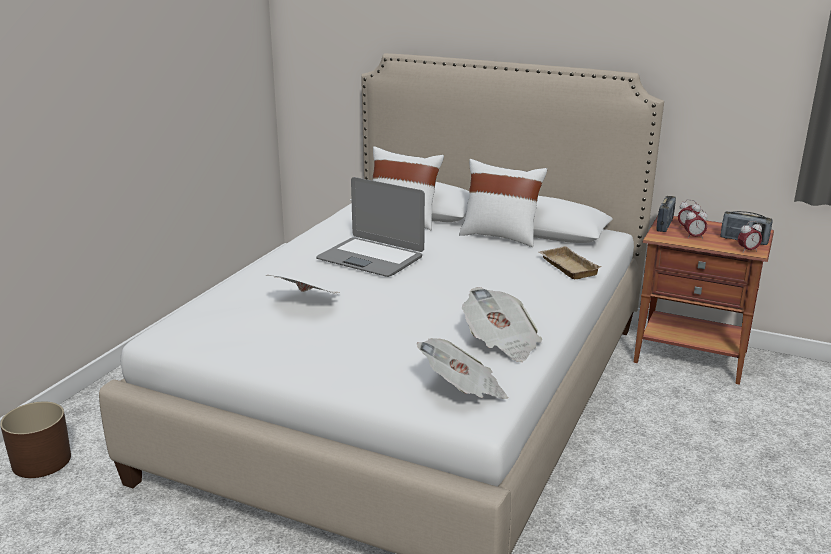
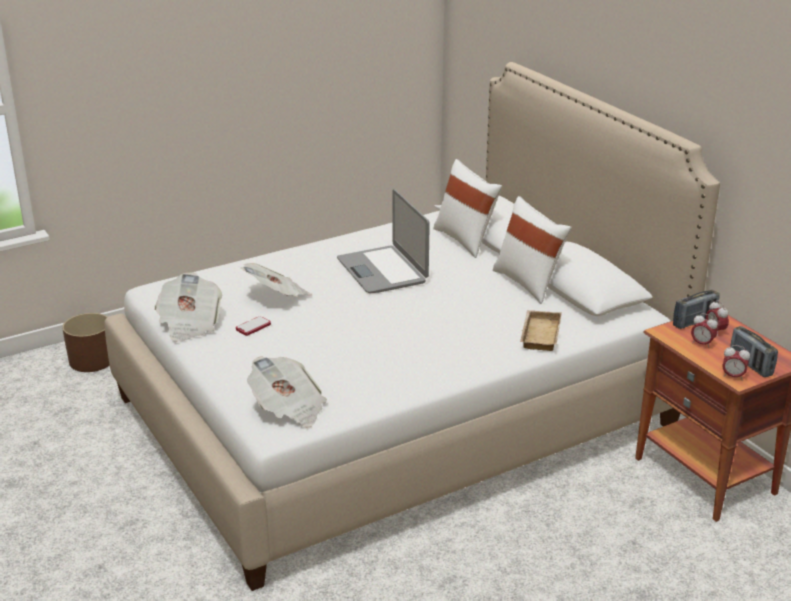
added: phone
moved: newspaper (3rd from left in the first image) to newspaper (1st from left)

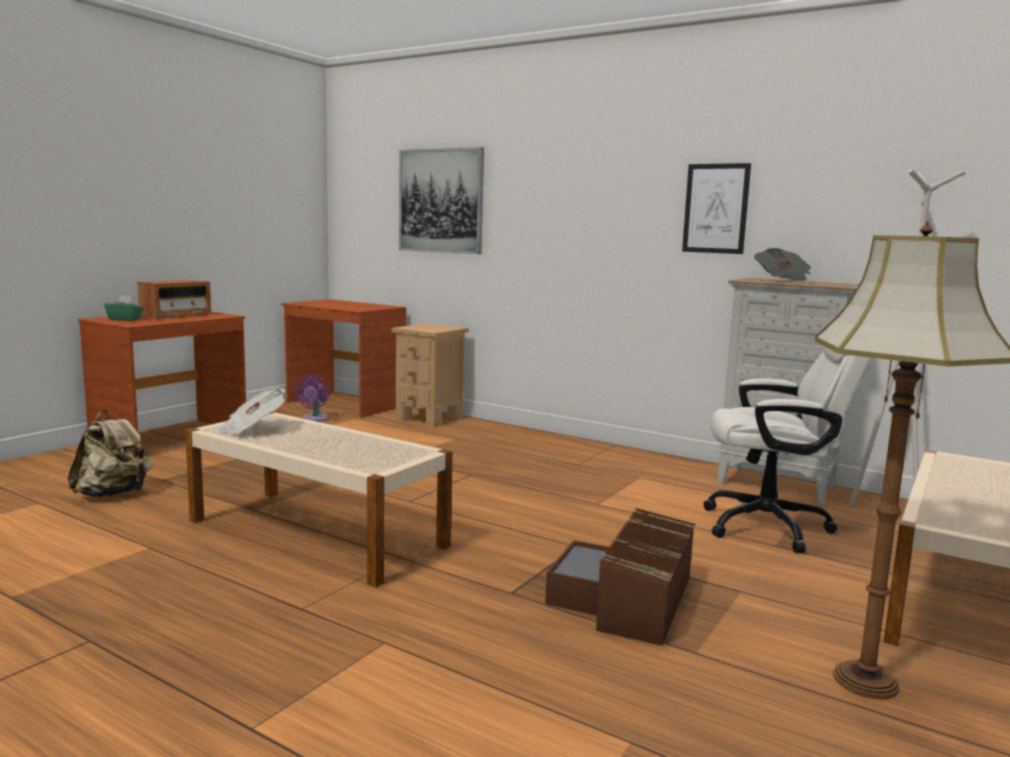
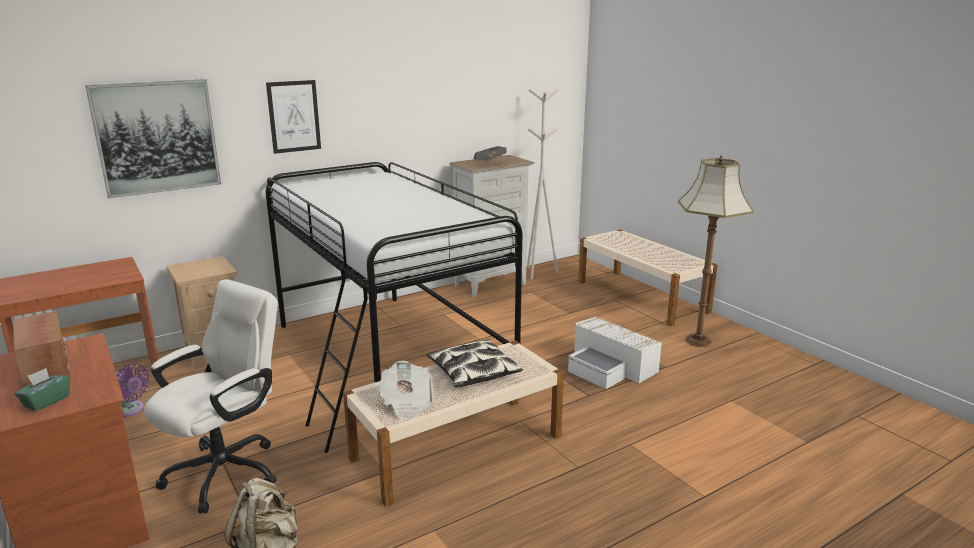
added: bed (black); pillow
moved: picture (2nd from left); office chair (white)
recoloured: storage box (brown) to storage box (white)

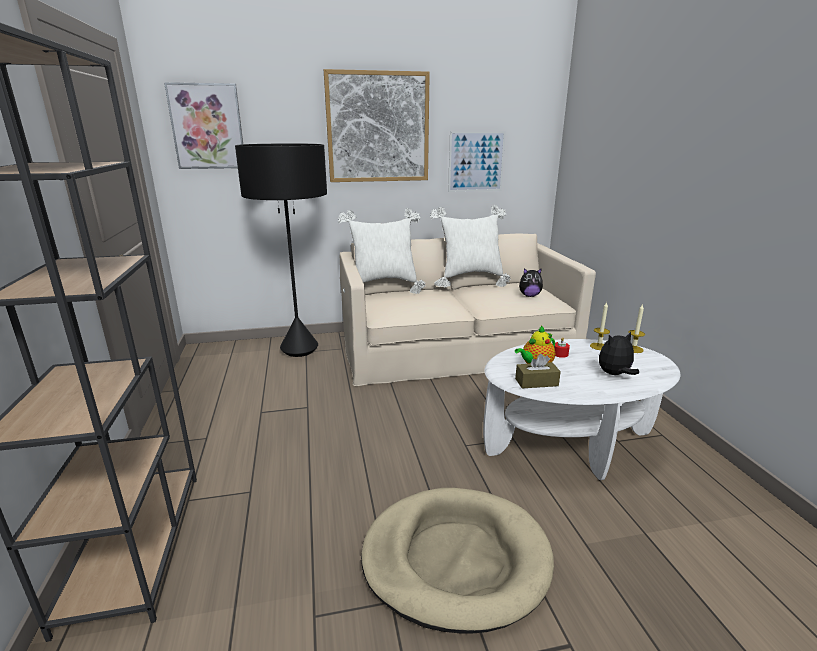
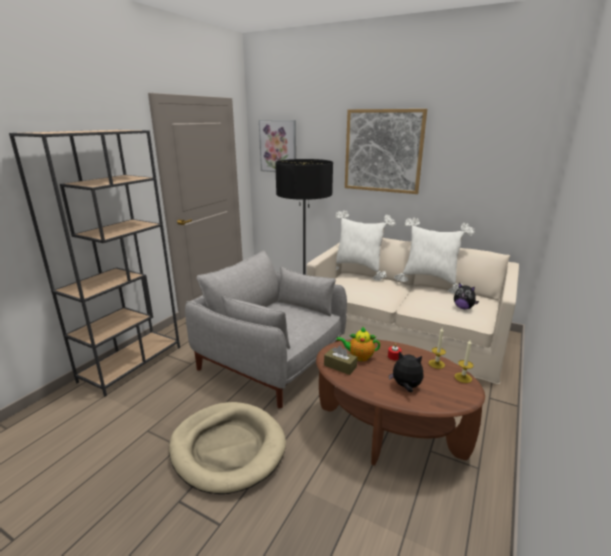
removed: picture (3rd from left)
added: armchair (grey)
recoloured: coffee table (white) to coffee table (brown)

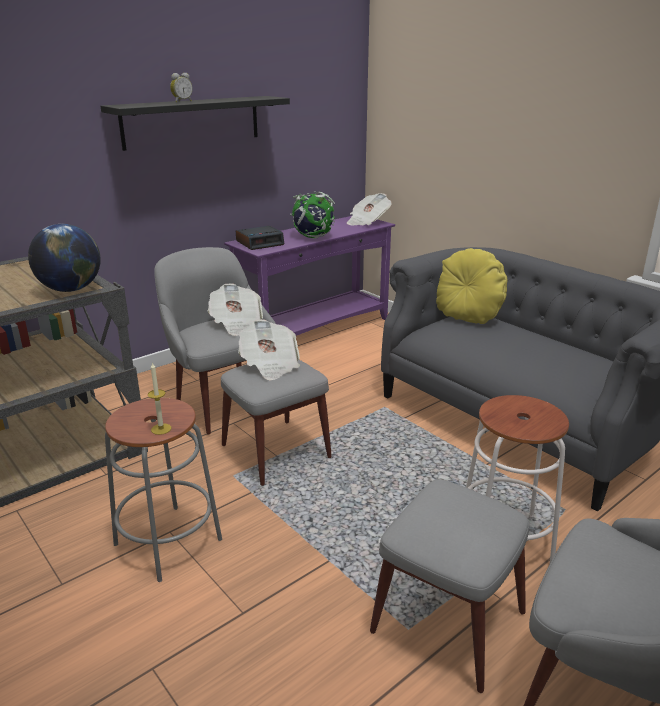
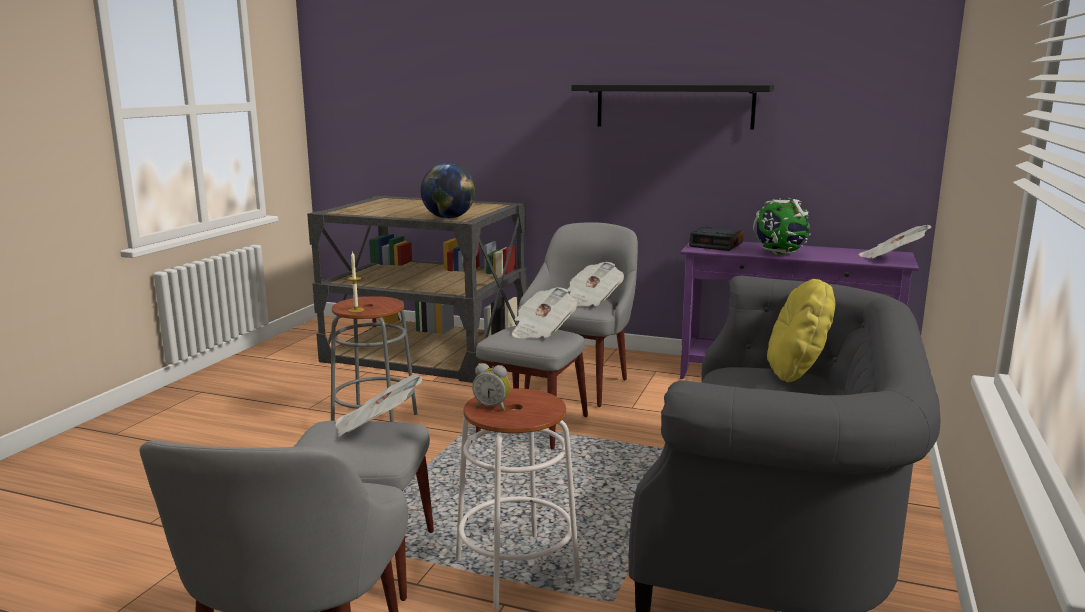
added: newspaper (1st from left)
moved: alarm clock (1st from left)

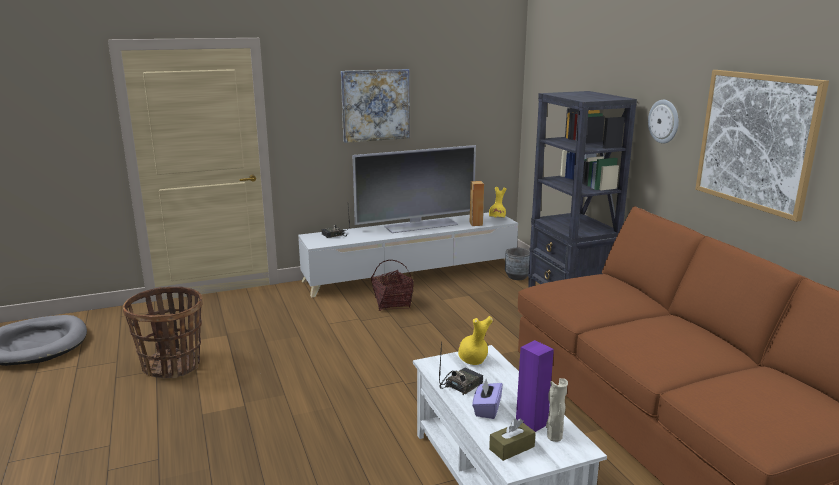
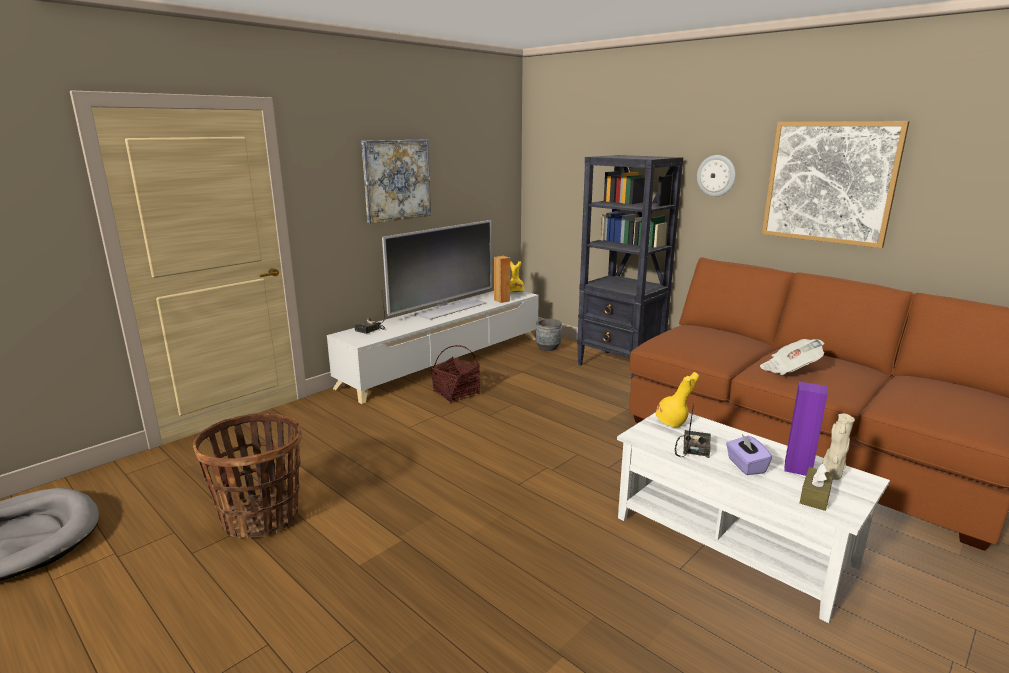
added: newspaper

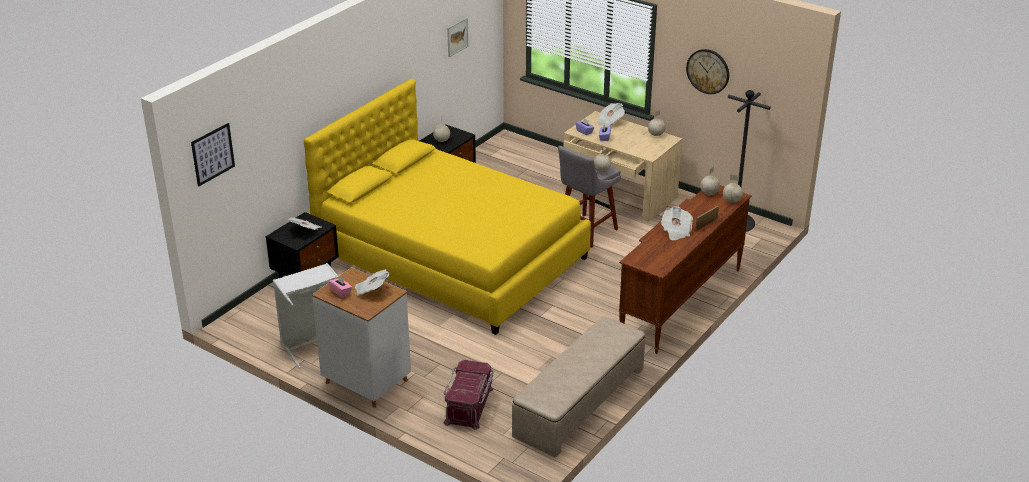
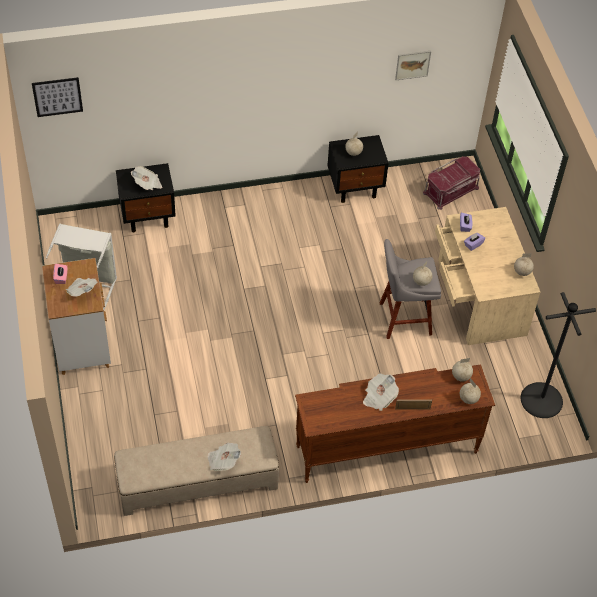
removed: bed (yellow); wall clock
moved: storage box (red); newspaper (3rd from left)

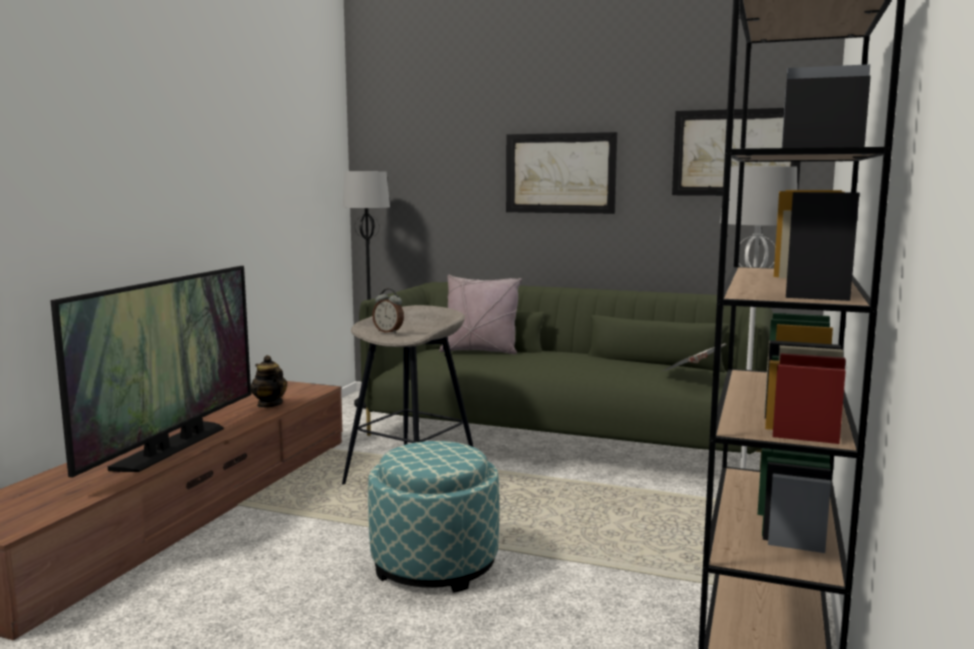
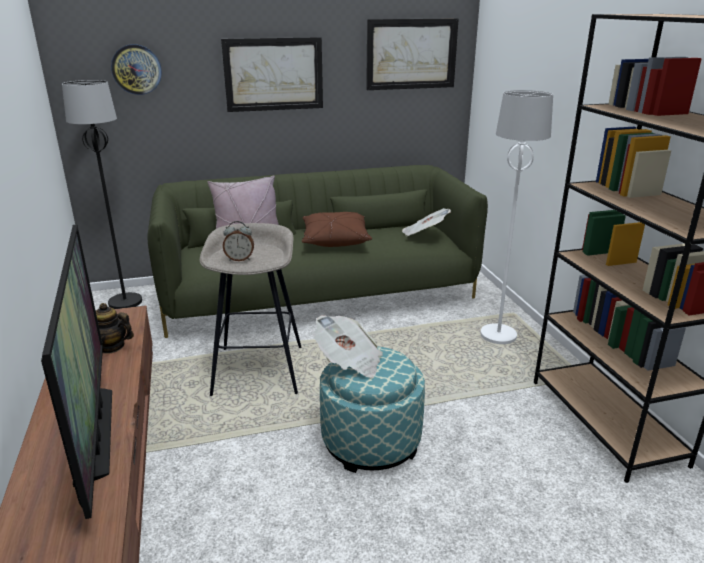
added: wall clock; pillow (brown); newspaper (1st from left)

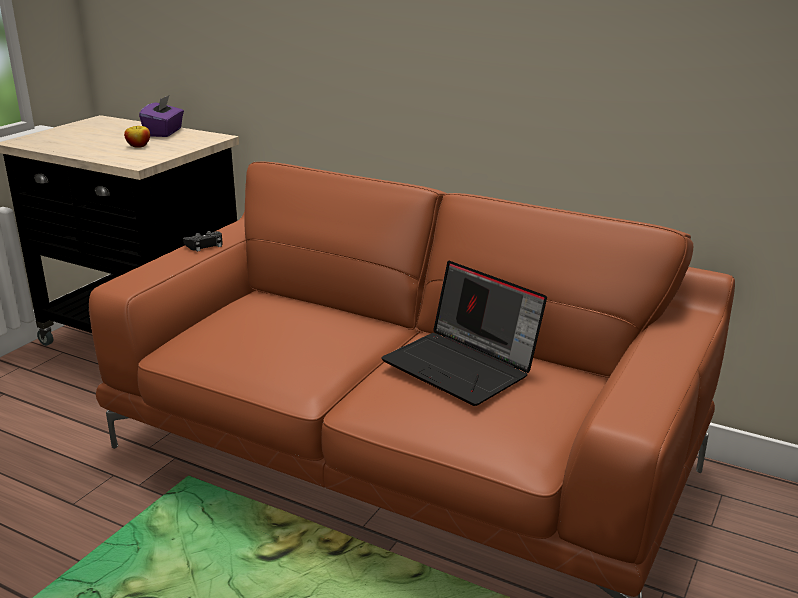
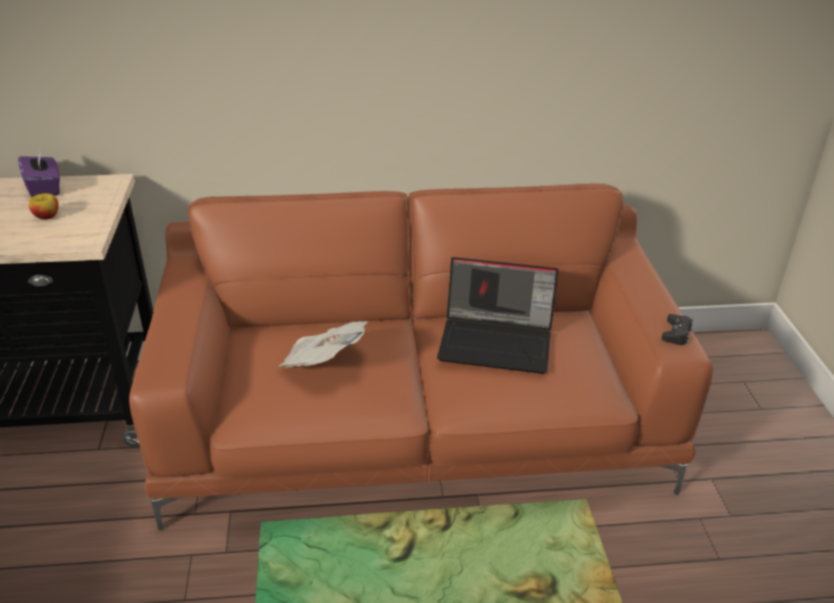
added: newspaper
moved: game controller (black)

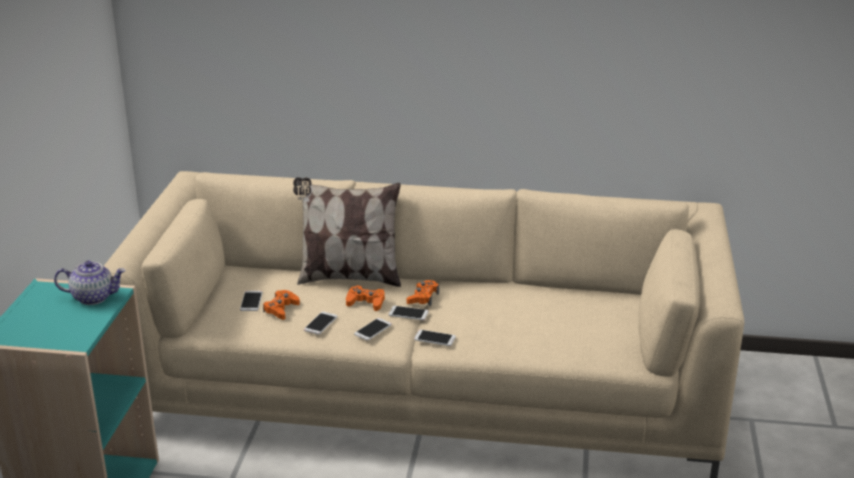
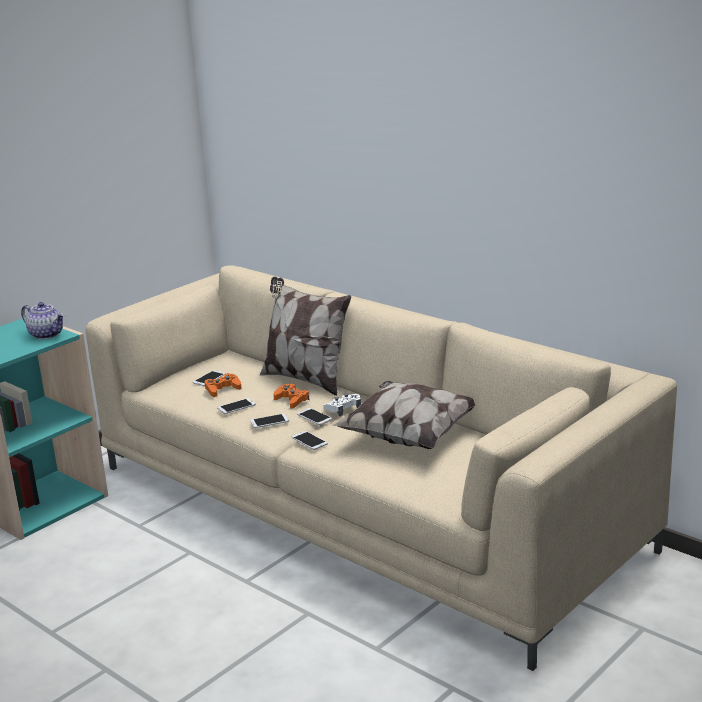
added: pillow (2nd from left)
recoloured: game controller (orange) (3rd from left) to game controller (white)

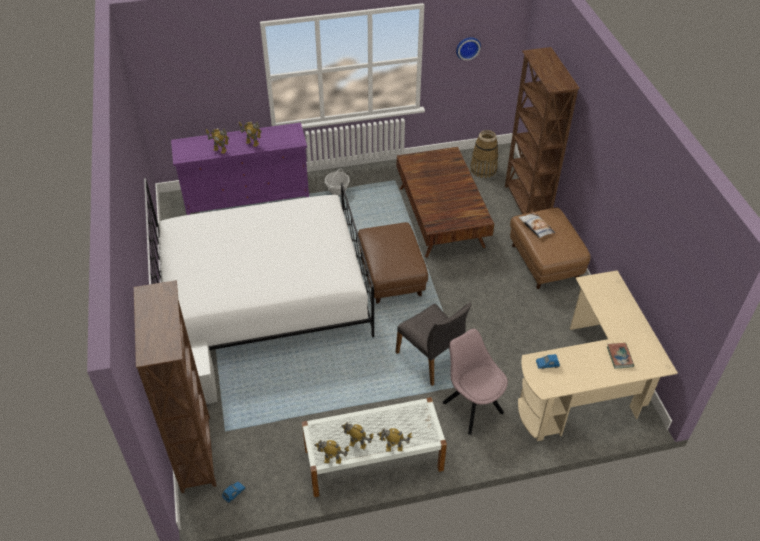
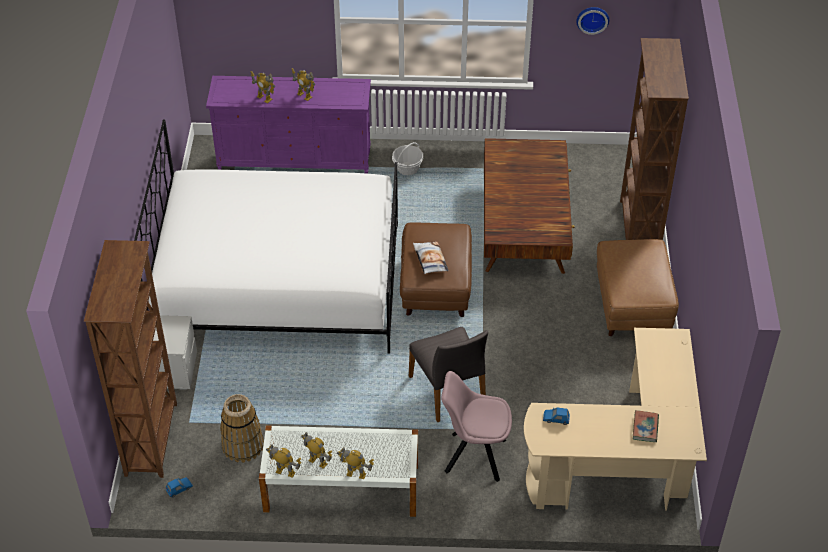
moved: basket (2nd from left in the first image) to basket (1st from left); pillow
turned: chair (pink) 60 degrees counterclockwise

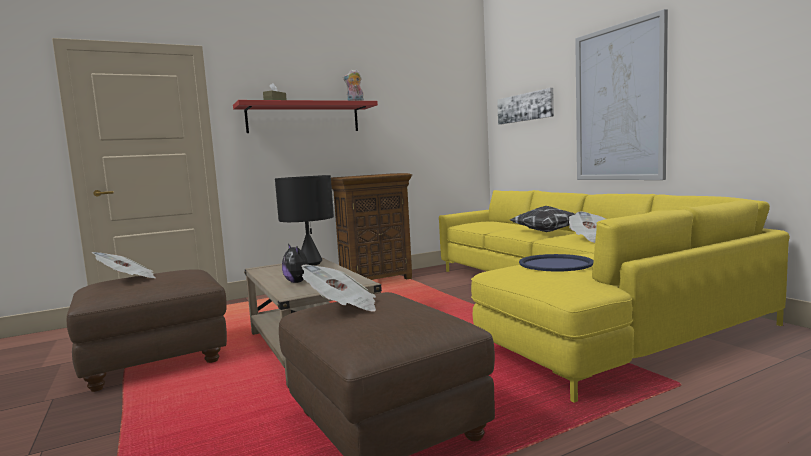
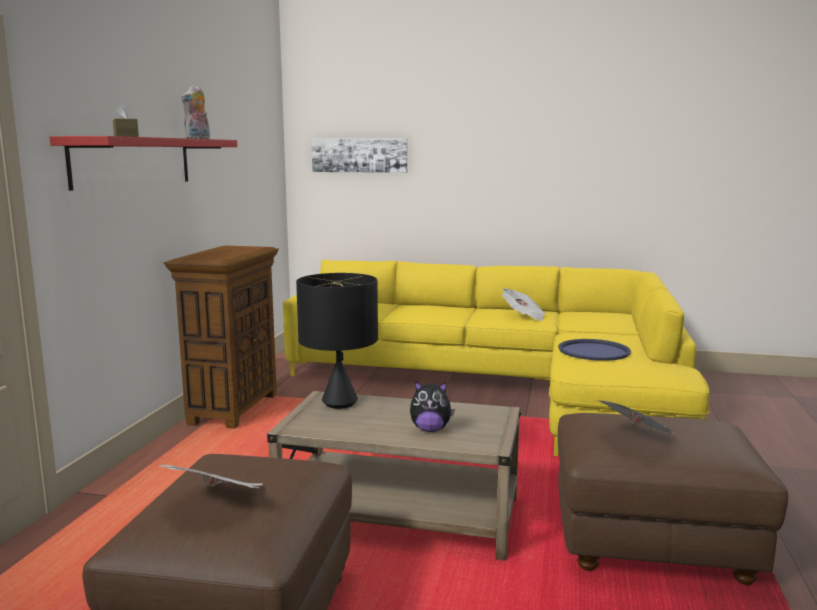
removed: pillow; picture (2nd from left)

